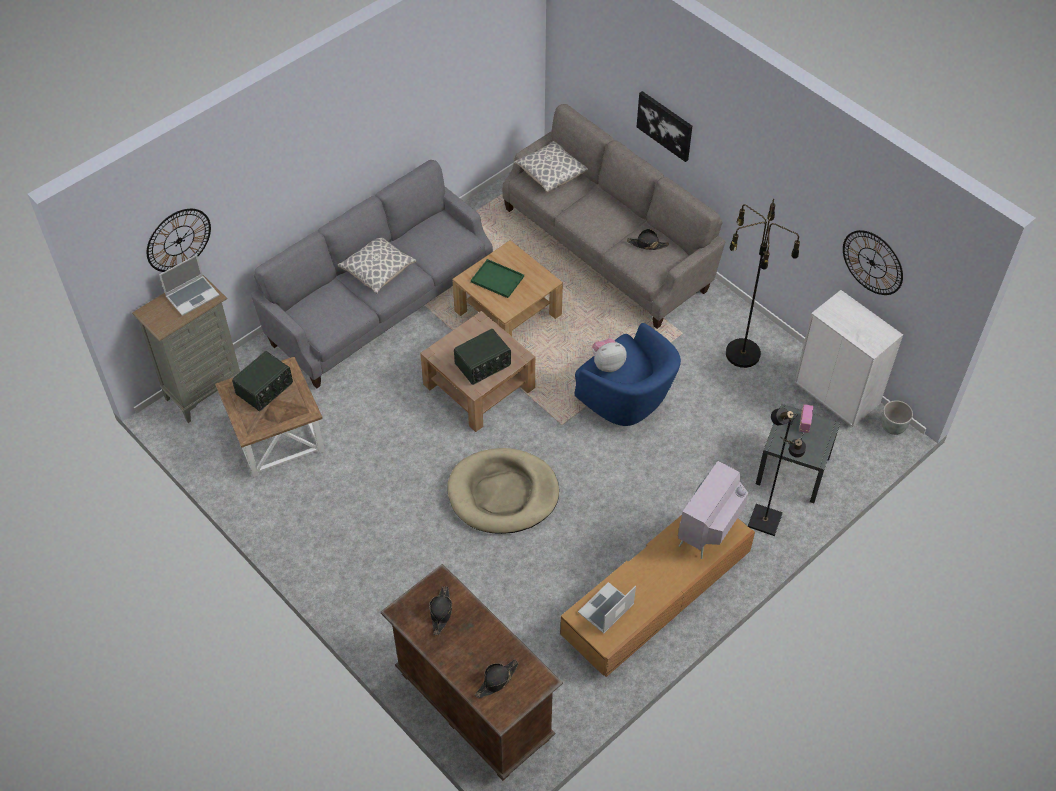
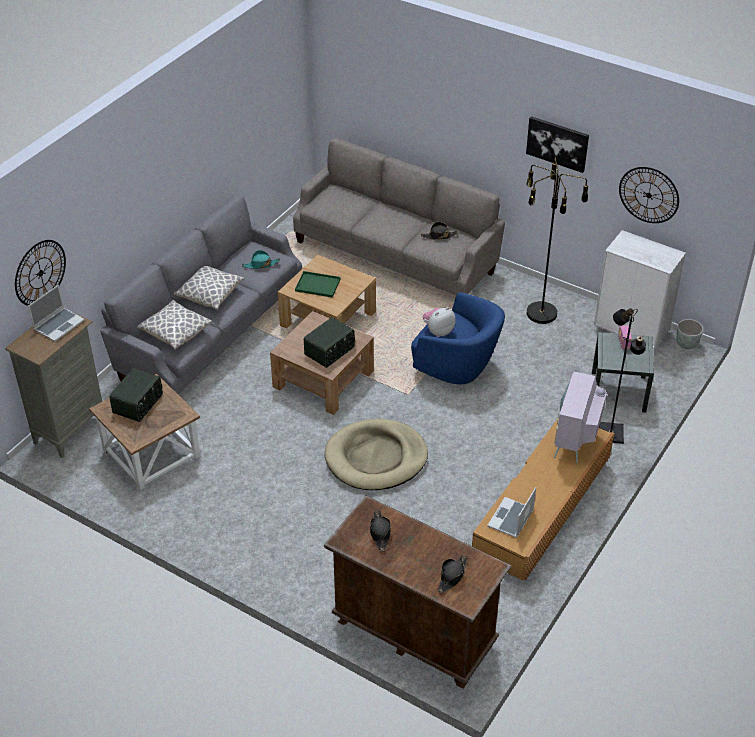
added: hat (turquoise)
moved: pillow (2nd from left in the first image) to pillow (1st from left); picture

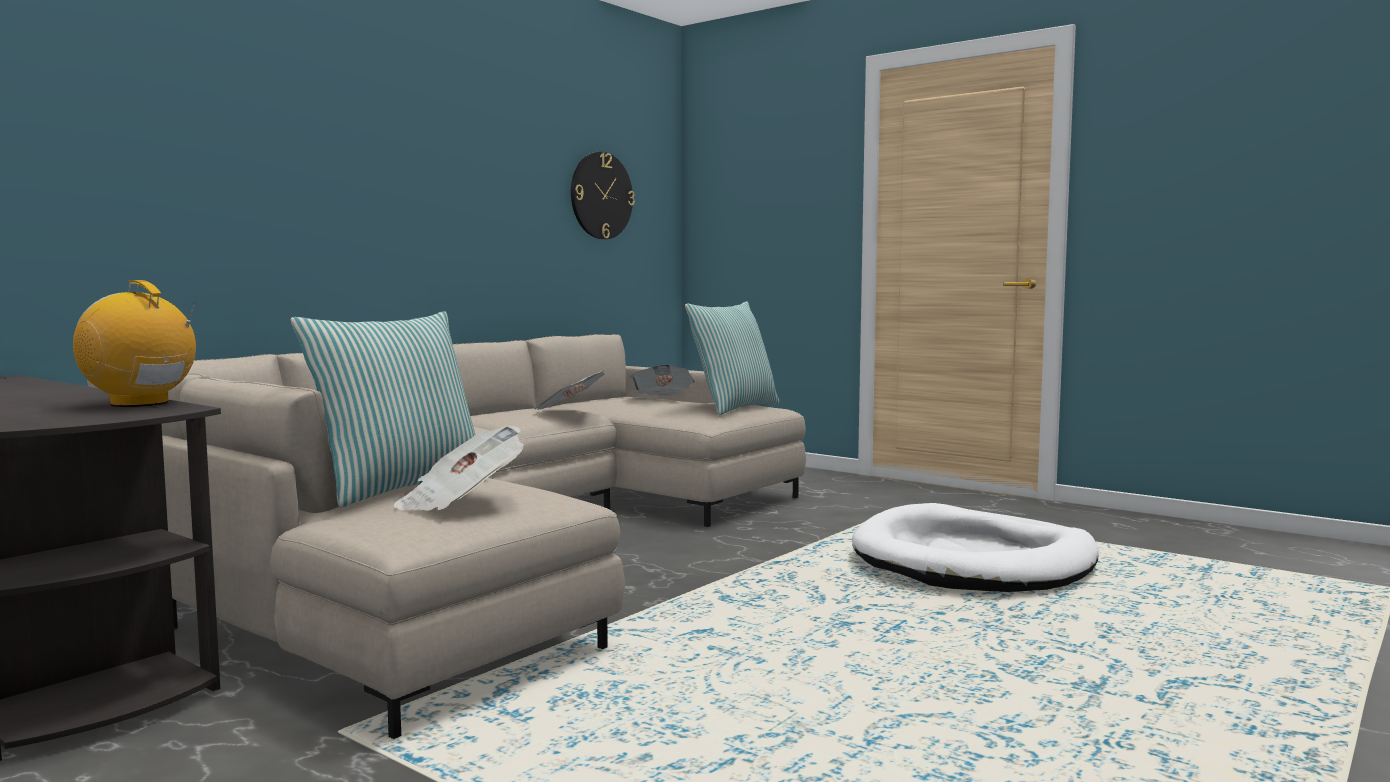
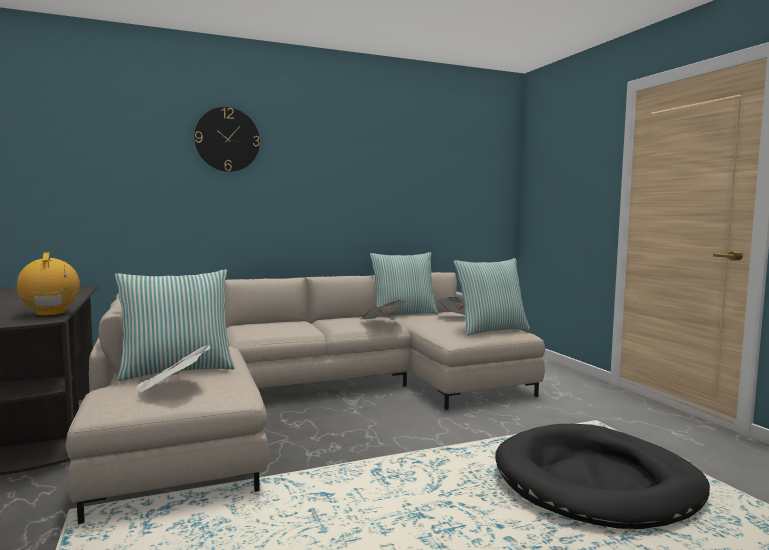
added: pillow (2nd from left)
moved: wall clock
recoloured: dog bed (white) to dog bed (black)

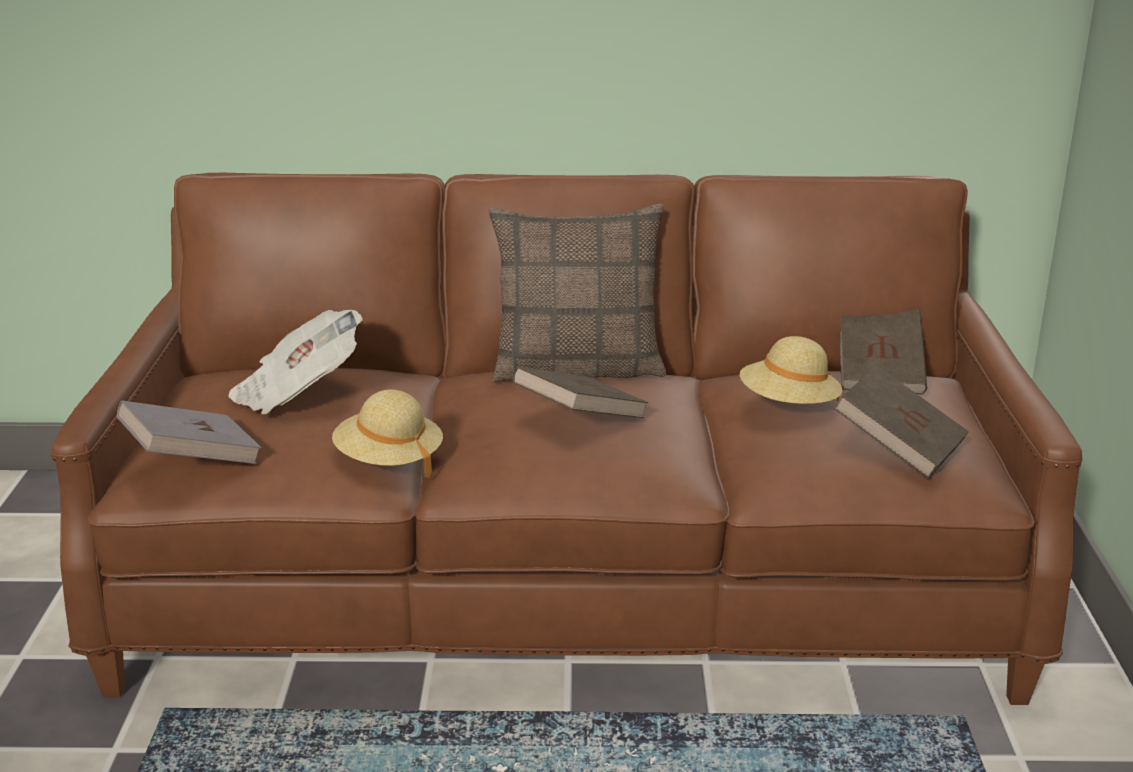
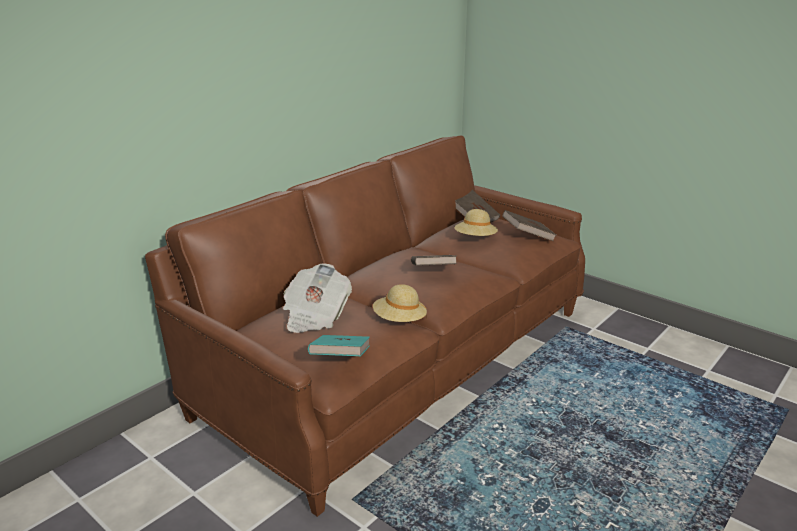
removed: pillow
recoloured: book (grey) to book (turquoise)

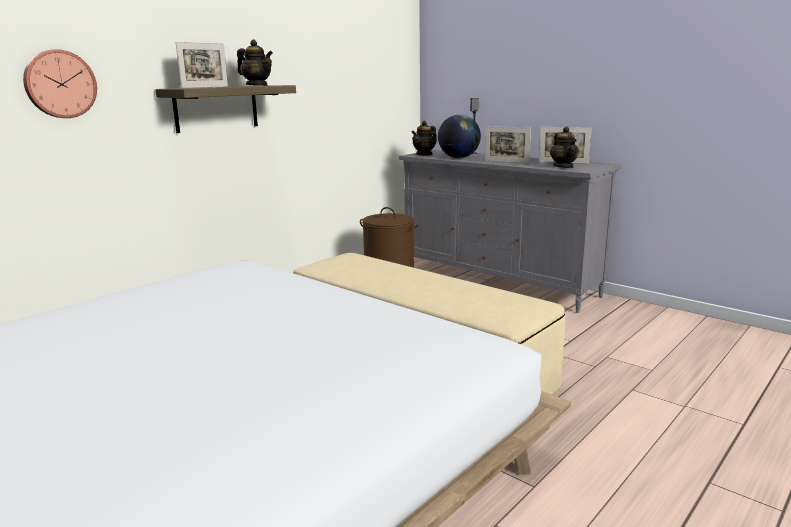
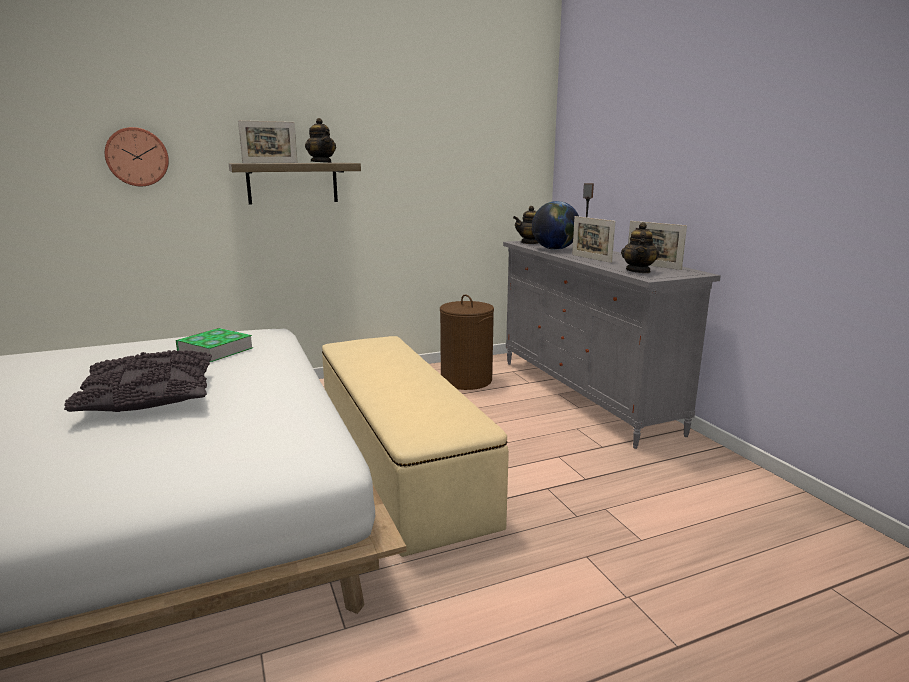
added: pillow (black); book

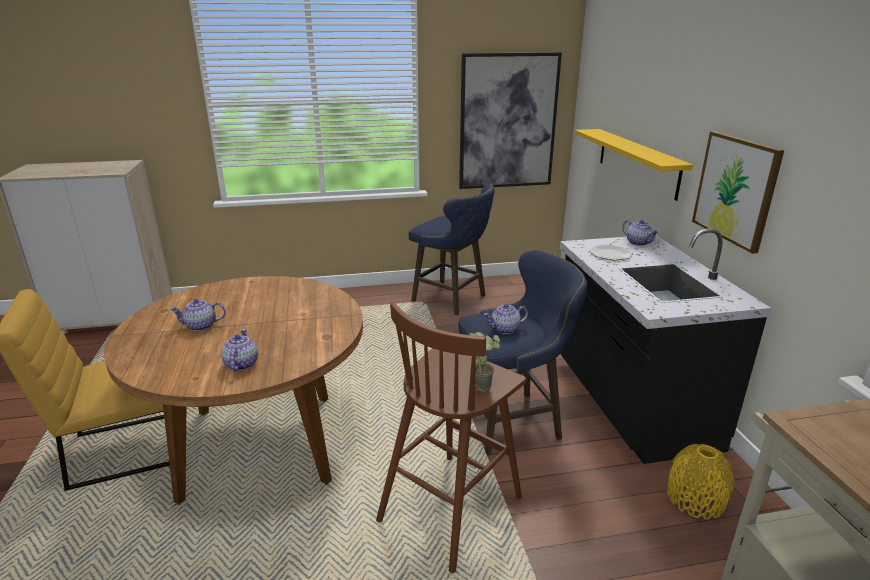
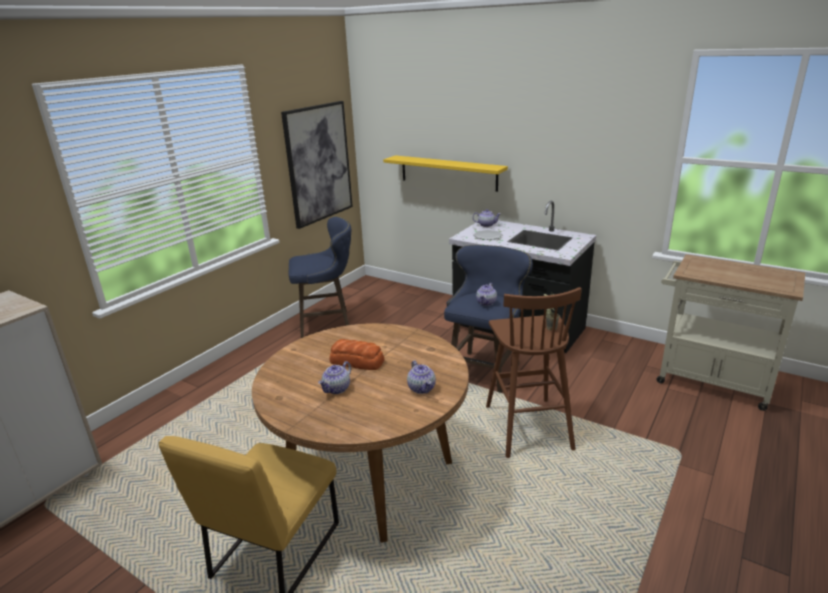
removed: vase (yellow); picture (2nd from left)
added: bread
turned: teapot (2nd from left) 150 degrees counterclockwise

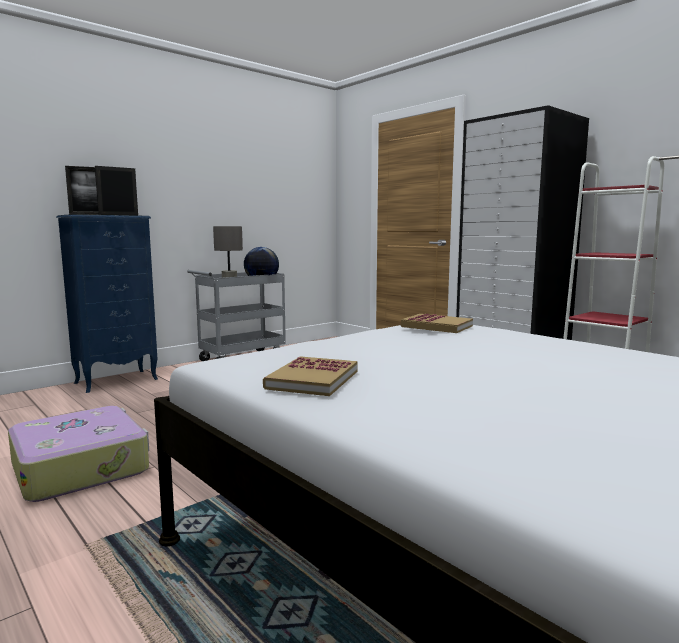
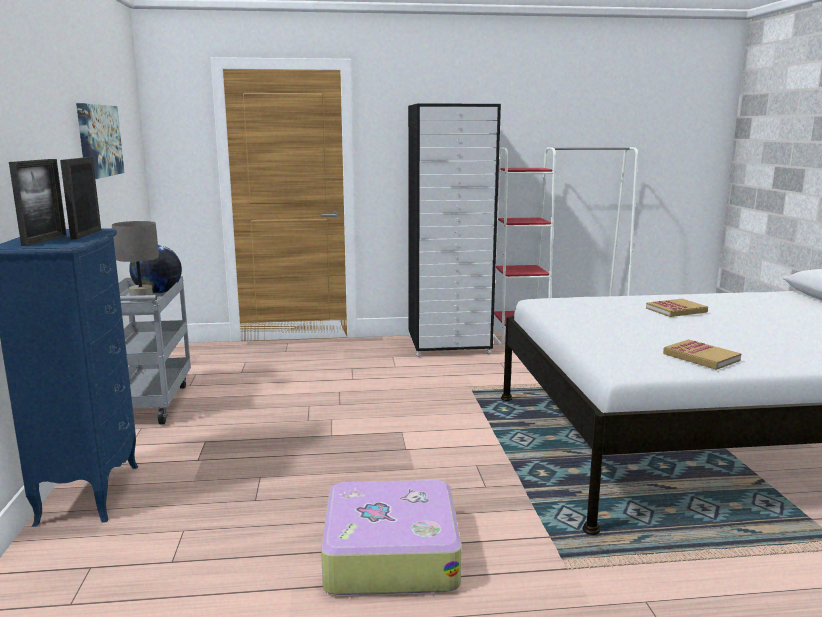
added: picture
moved: book (2nd from left in the first image) to book (1st from left)

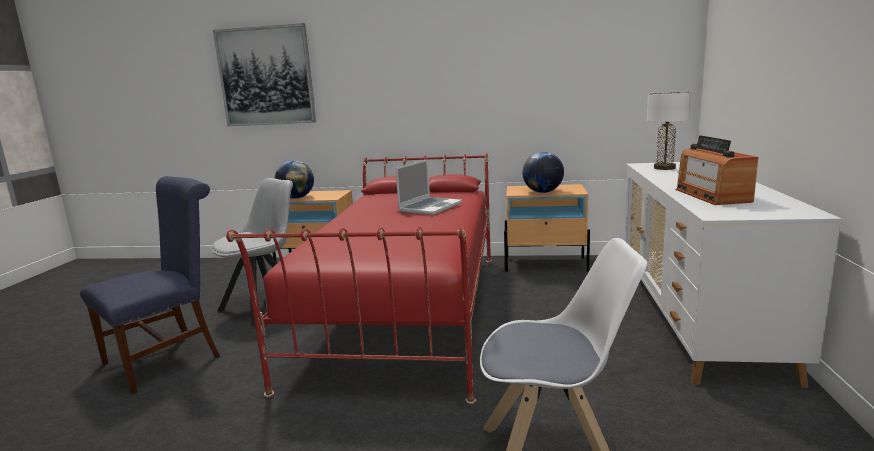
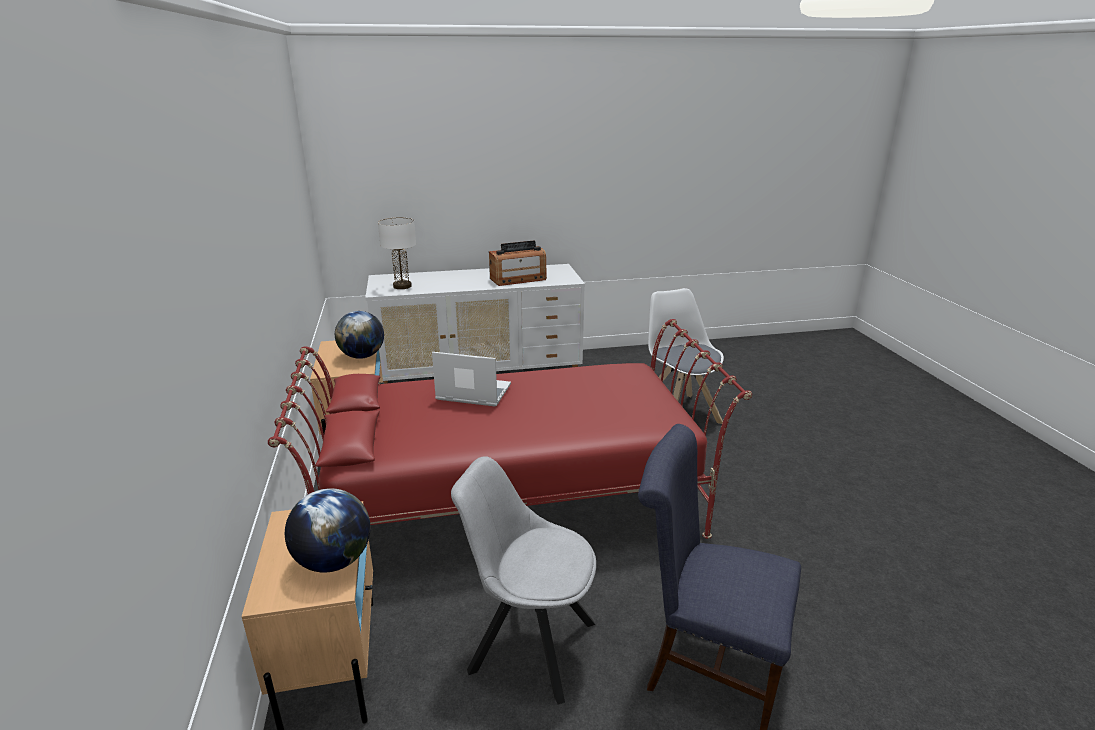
removed: picture

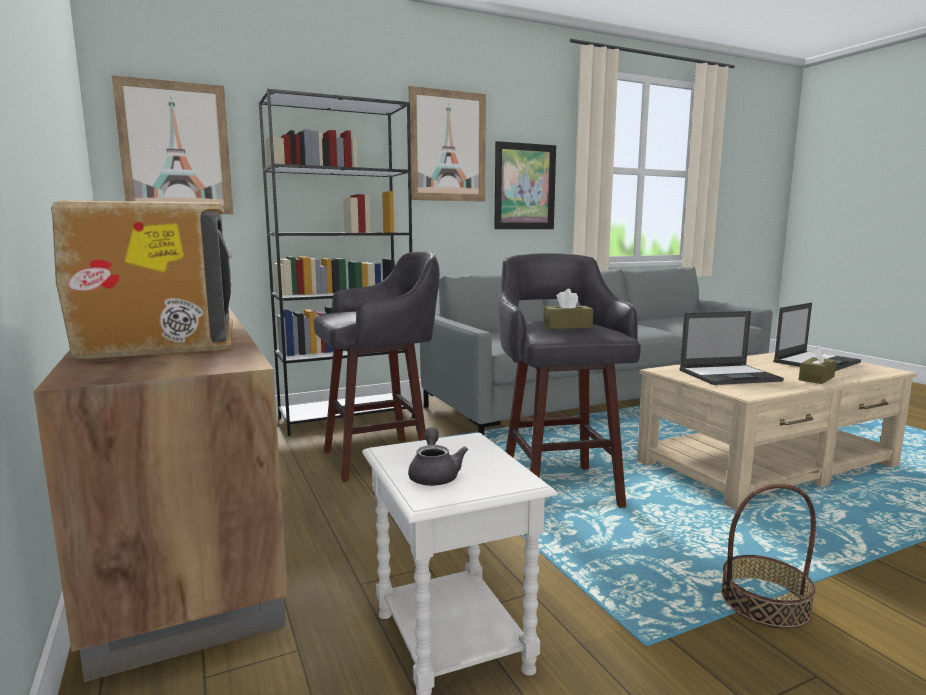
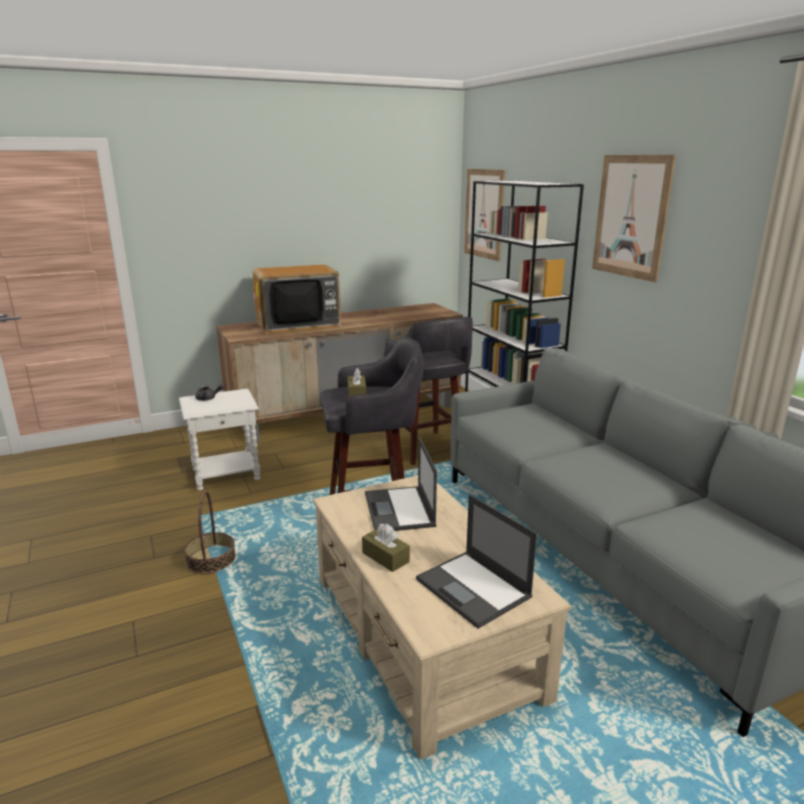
removed: picture (3rd from left)

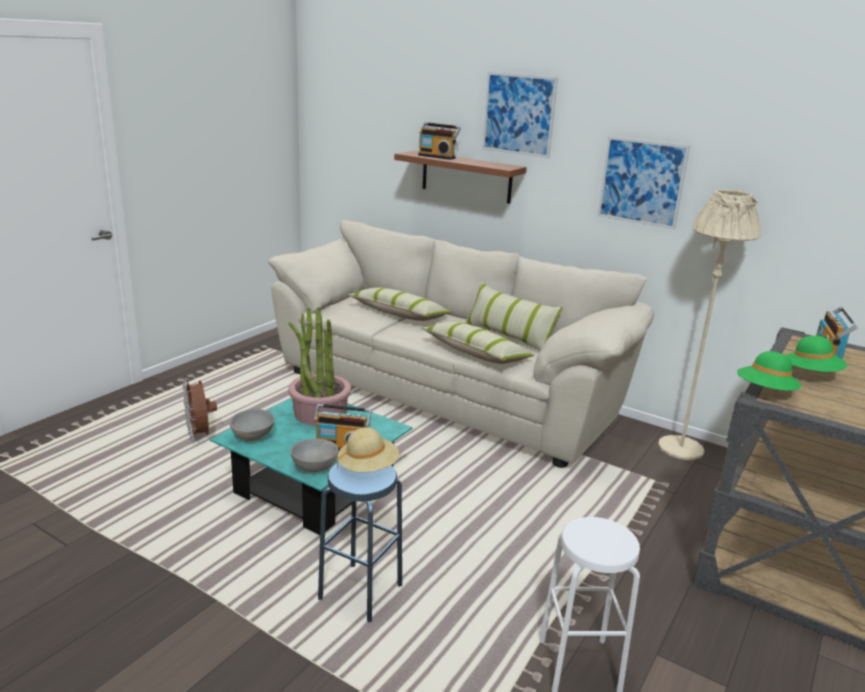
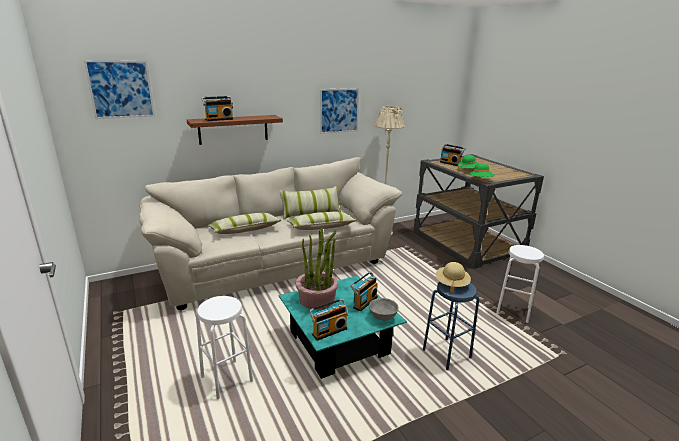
moved: picture (1st from left)
replaced: fan (brown) to stool (white) (1st from left); bowl (grey) (1st from left) to radio (2nd from left)

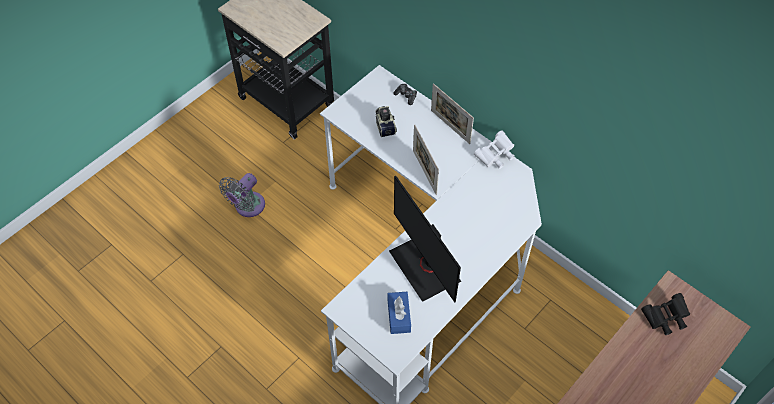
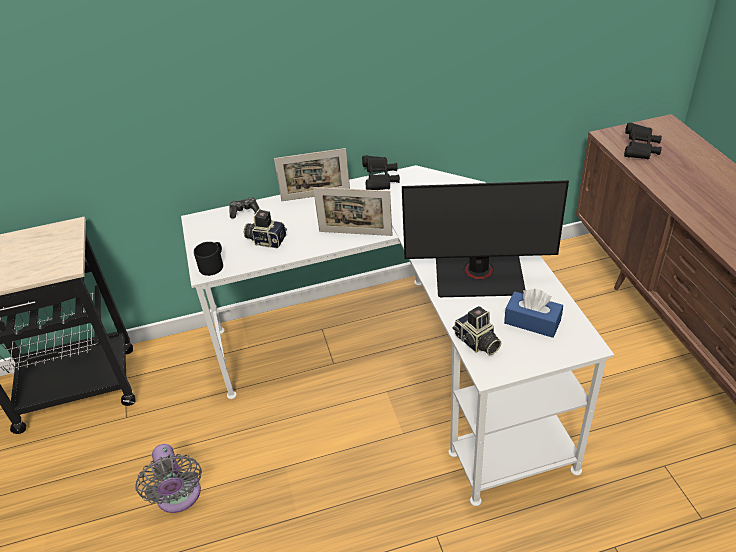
added: mug (black); photo camera (2nd from left)
recoloured: binoculars (white) to binoculars (black) (1st from left)

